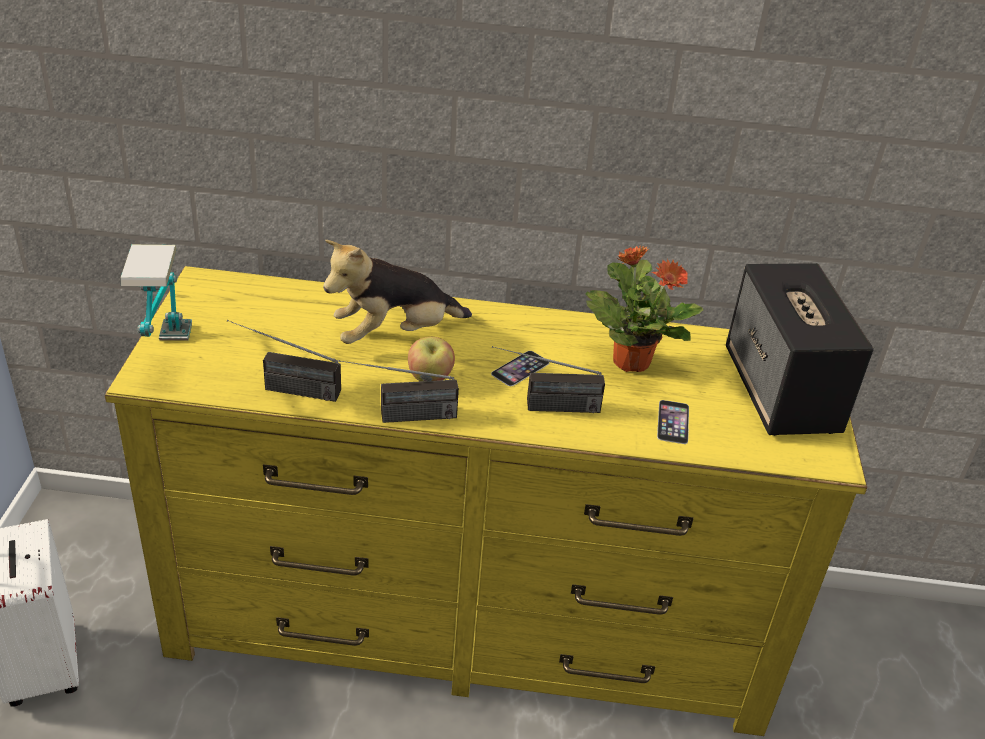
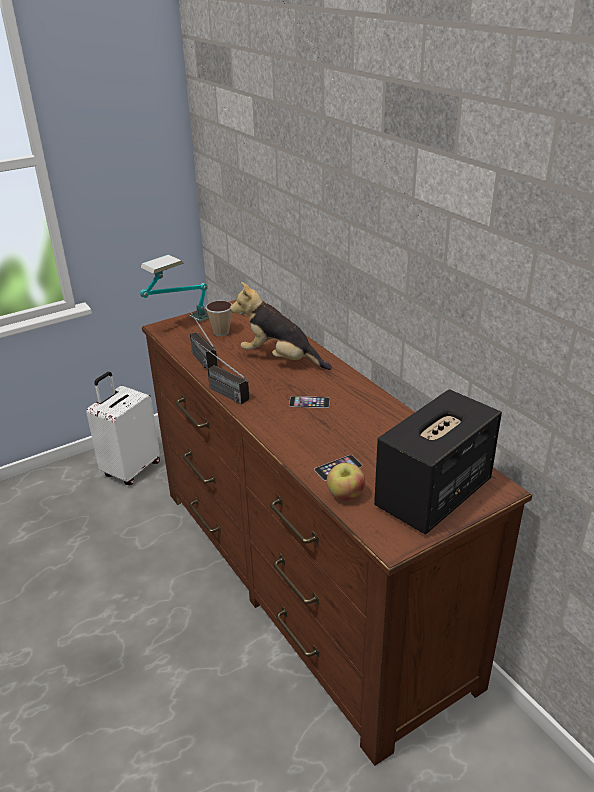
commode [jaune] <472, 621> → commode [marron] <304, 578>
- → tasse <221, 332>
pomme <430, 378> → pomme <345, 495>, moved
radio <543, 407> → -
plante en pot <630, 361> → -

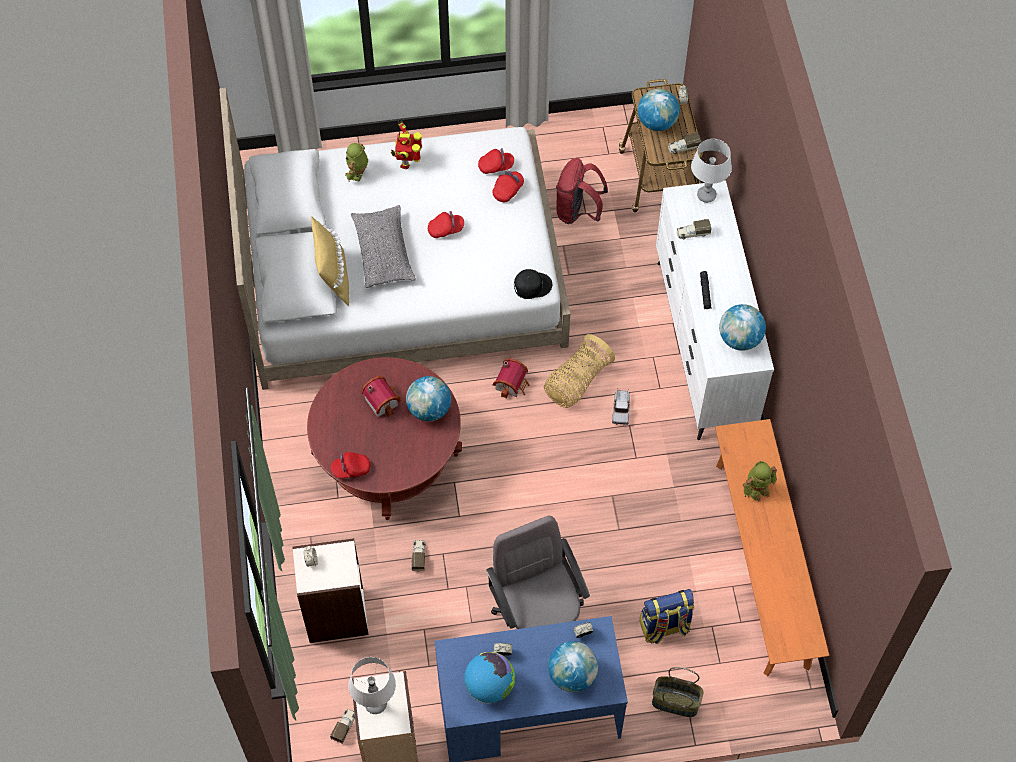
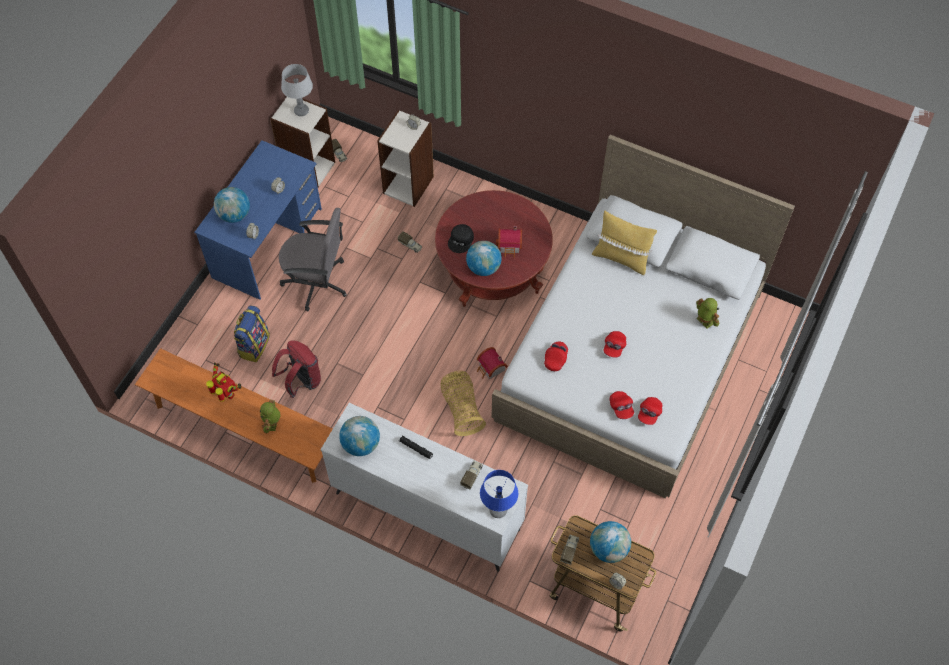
robot jouet <407, 162> → robot jouet <227, 395>, moved
sac à dos [rouge] <578, 211> → sac à dos [rouge] <301, 381>, moved
casquette [noir] <532, 285> → casquette [noir] <461, 240>, moved
lampe de table [gris] <706, 195> → lampe de table [bleu] <498, 510>
casquette [rouge] <351, 469> → casquette [rouge] <556, 359>, moved
coussin [gris] <383, 253> → -
globe <489, 686> → -
camion jouet <621, 409> → -
panier <675, 702> → -

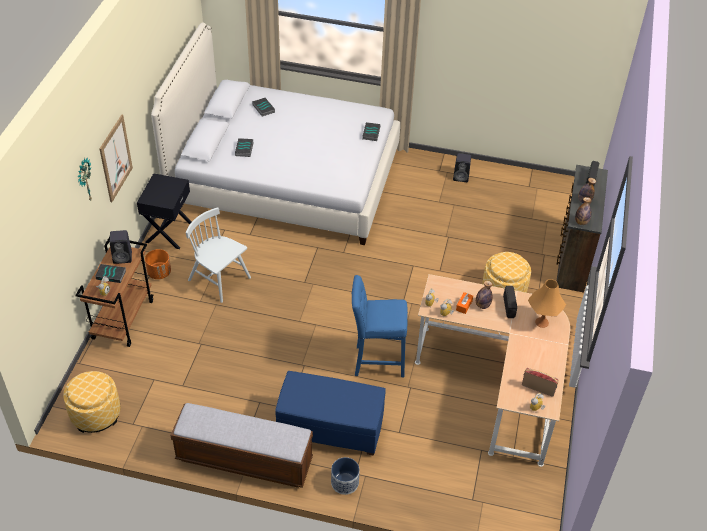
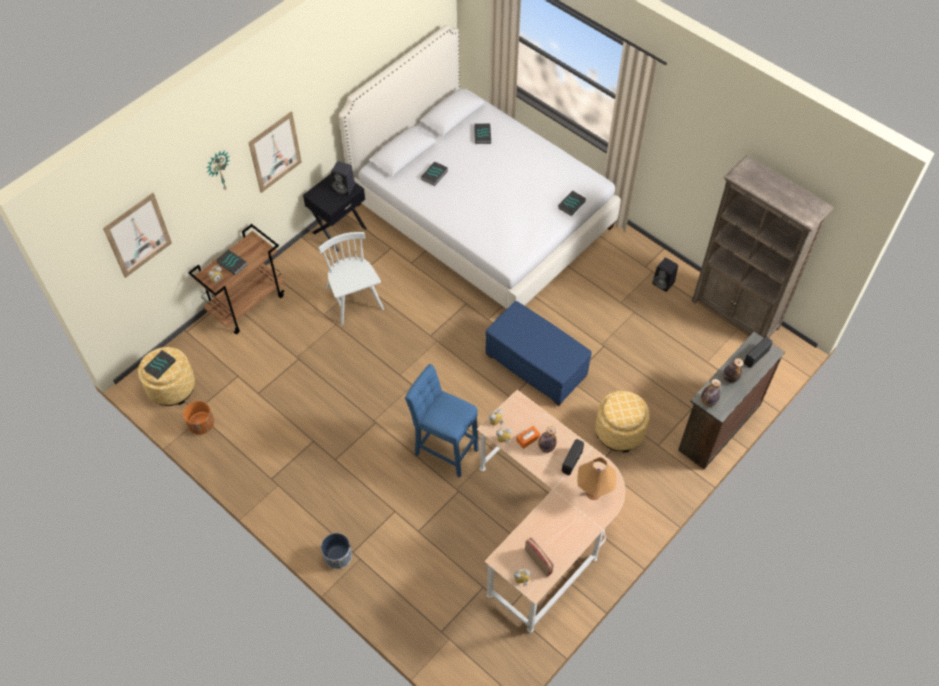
- → tableau <138, 235>
- → livre <160, 365>
cache-pot [orange] <159, 273> → cache-pot [orange] <202, 424>, moved
enceinte [noir] <123, 257> → enceinte [noir] <344, 188>, moved
pouf [bleu] <330, 427> → pouf [bleu] <535, 366>, moved
- → bibliothèque [marron] <735, 314>
banc <244, 459> → -

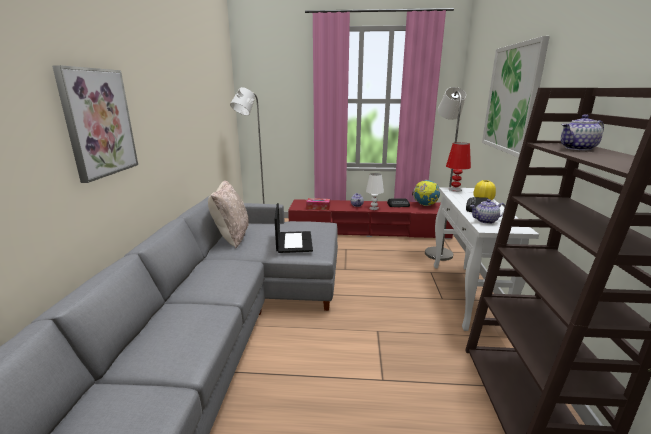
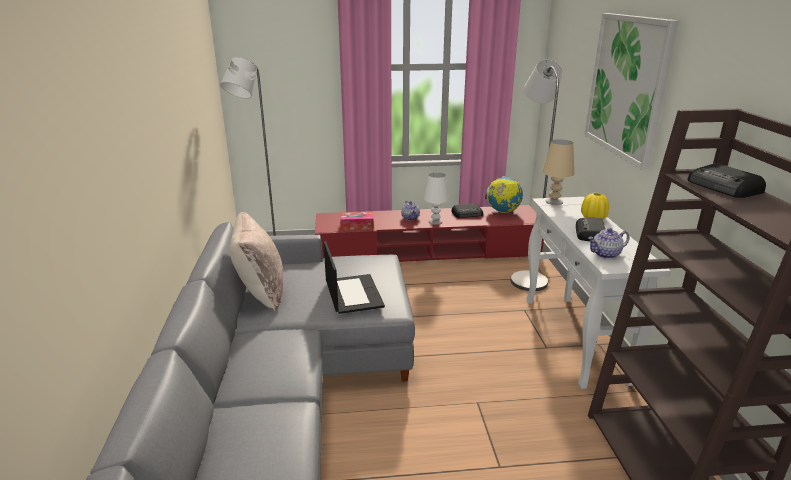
lampe de table [rouge] <455, 189> → lampe de table [beige] <554, 202>
théière <578, 148> → radio <724, 187>
tableau <98, 123> → -

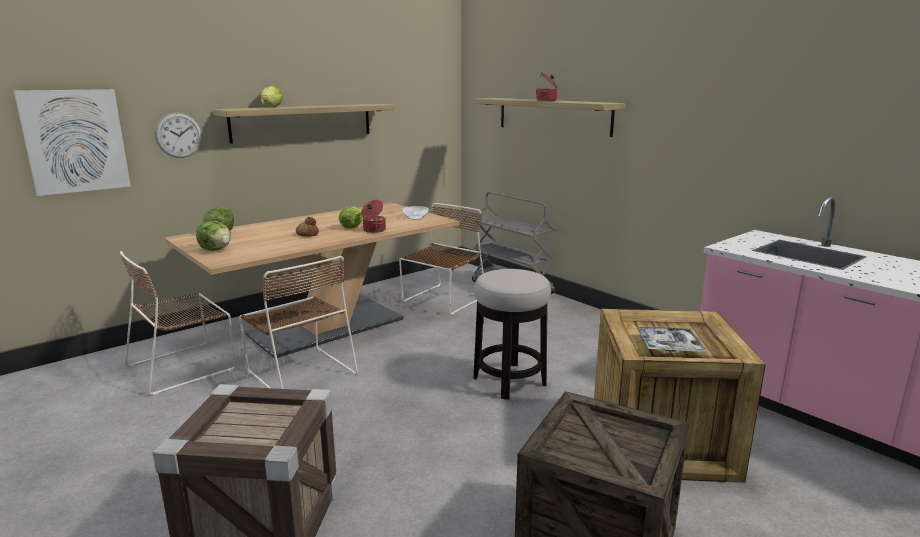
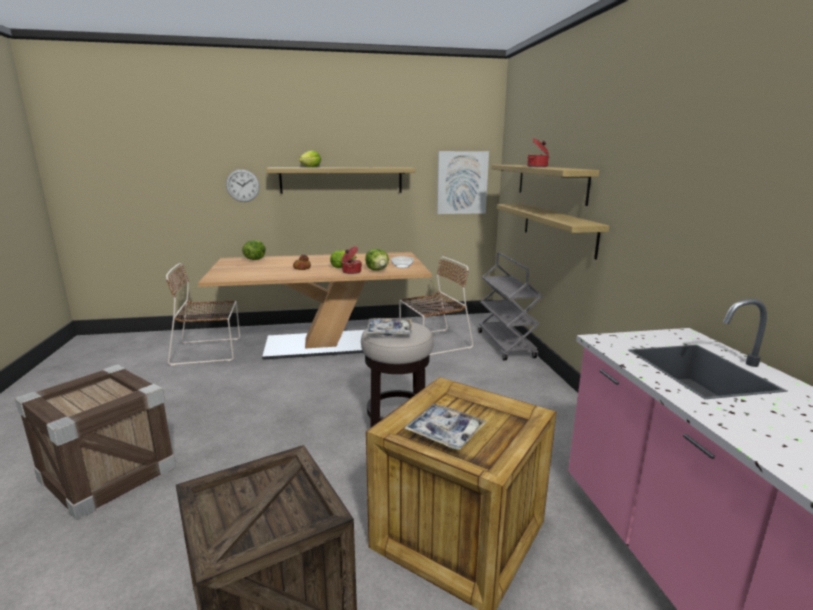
laitue <216, 249> → laitue <377, 270>, moved
- → plateau <389, 331>
tableau <75, 141> → tableau <462, 182>, moved
- → étagère <557, 228>
chaise [marron] <300, 371> → -

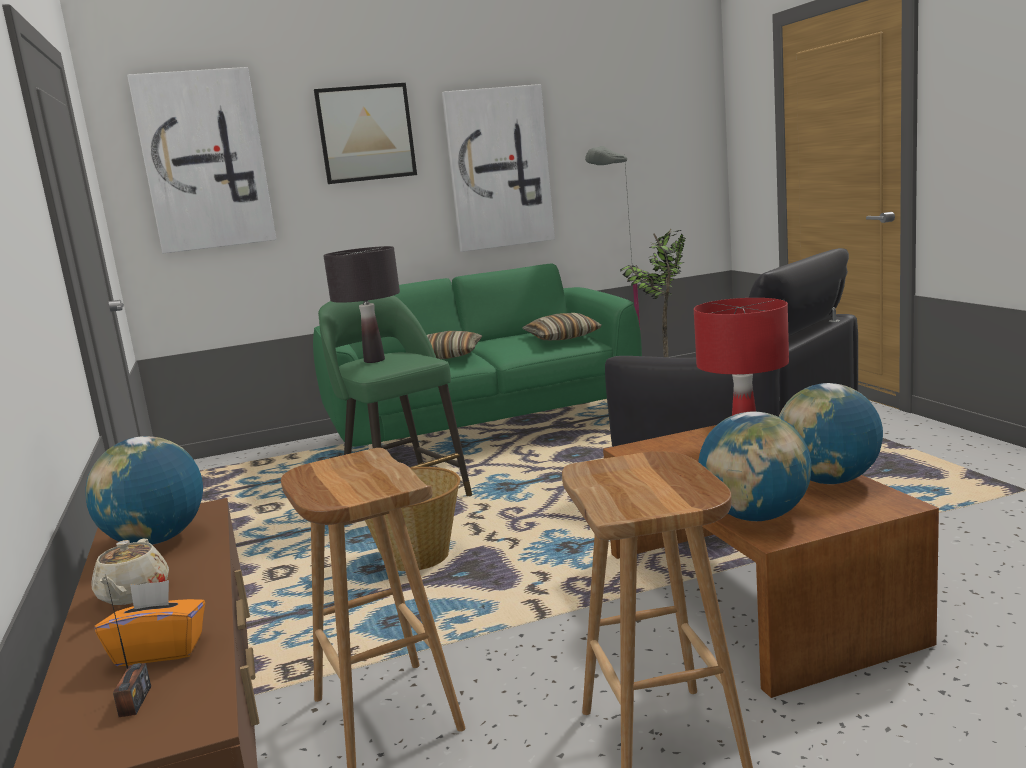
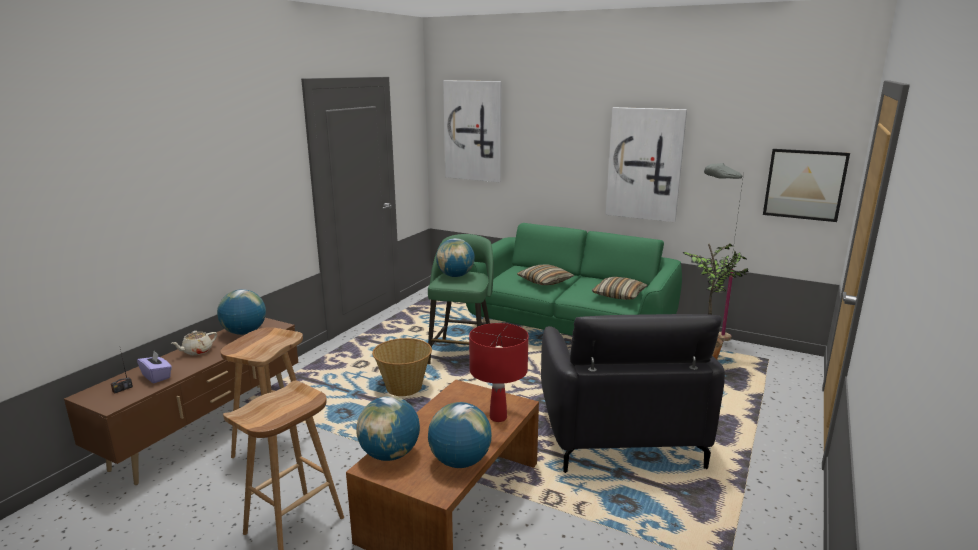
boîte à mouchoirs [orange] <160, 651> → boîte à mouchoirs [violet] <157, 376>
lampe de table [noir] <374, 360> → globe <455, 276>
tableau <366, 133> → tableau <804, 184>, moved

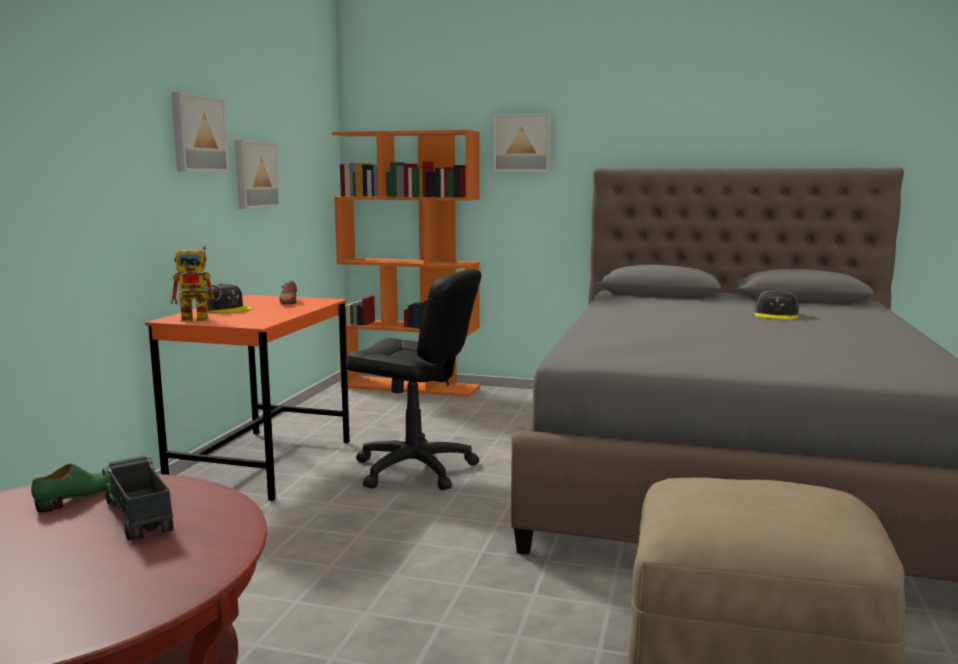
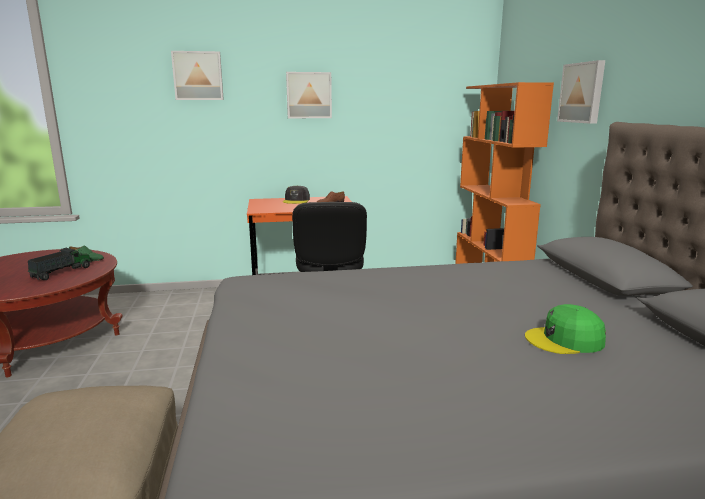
tableau <254, 174> → tableau <198, 76>, moved
casquette [gris] <776, 315> → casquette [vert] <565, 340>
robot jouet <201, 318> → -

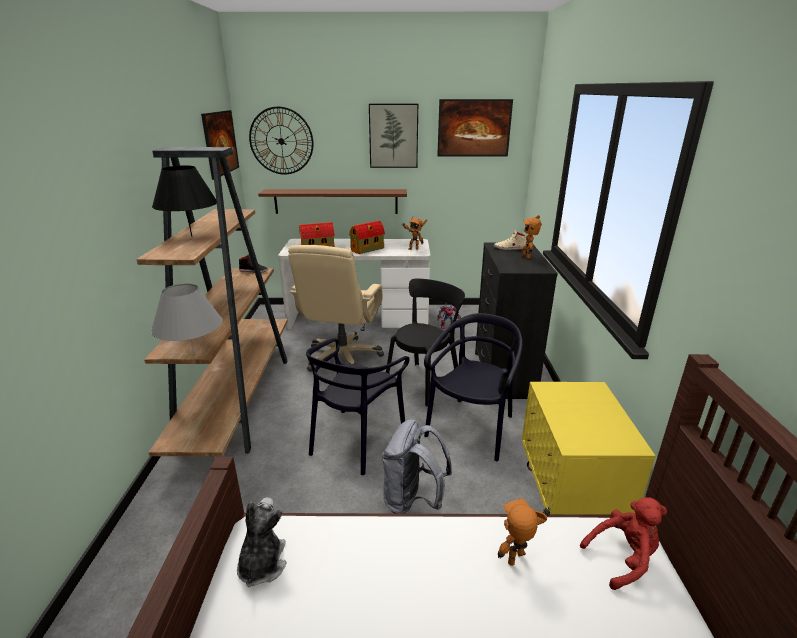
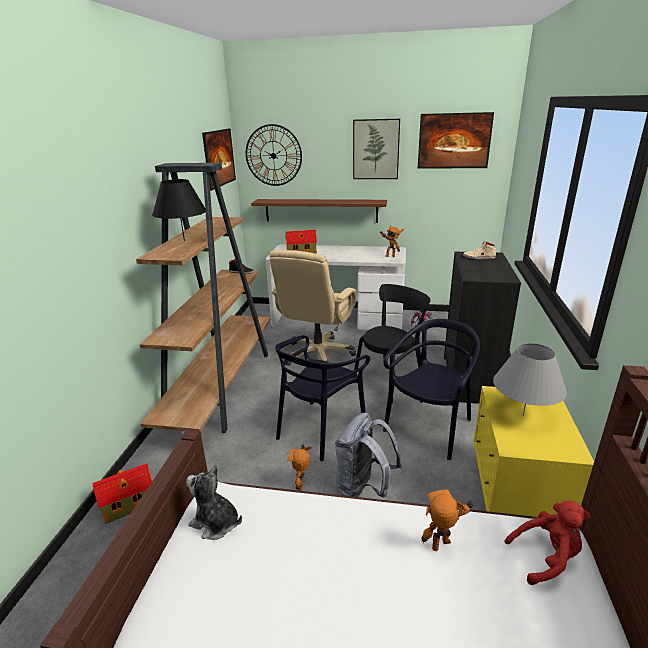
maison miniature <368, 249> → maison miniature <131, 505>, moved
peluche <262, 564> → peluche <215, 523>, 75 degrees counterclockwise
robot jouet <527, 257> → robot jouet <302, 485>, moved
lampe de table [gris] <194, 356> → lampe de table [gris] <523, 415>, moved

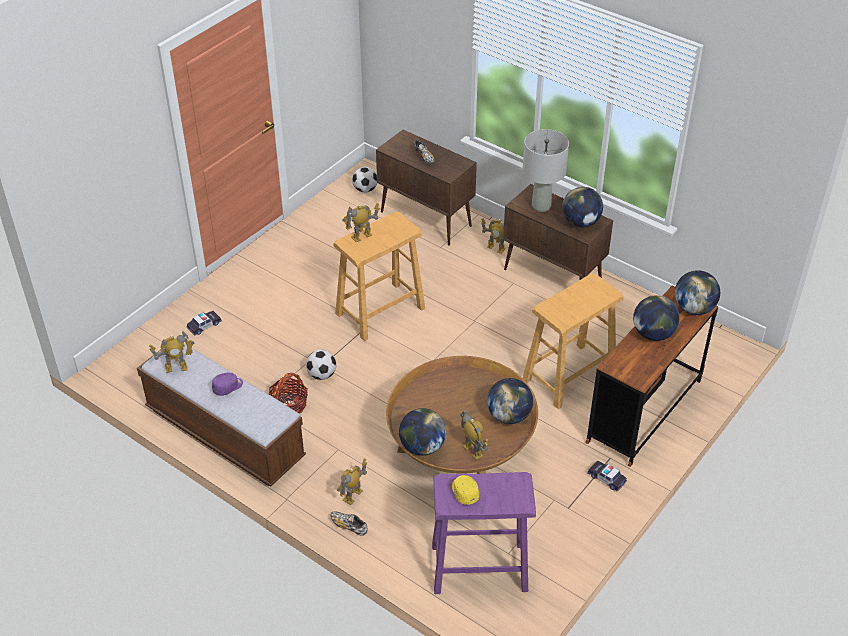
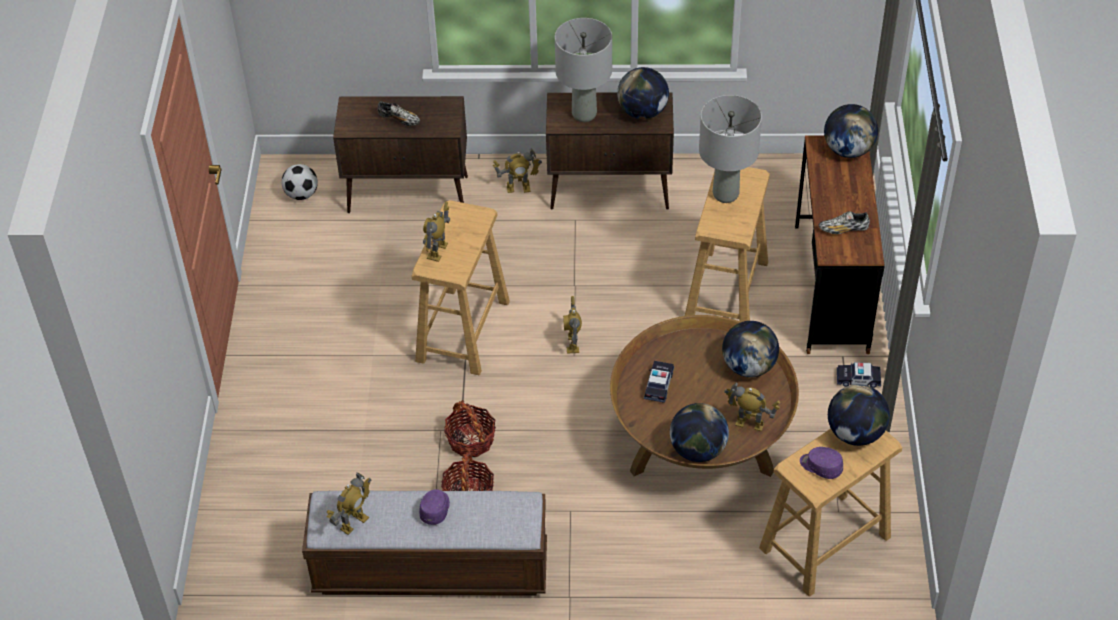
ballon de foot <321, 375> → panier <470, 440>
robot jouet <353, 496> → robot jouet <573, 343>, moved
petite voiture <204, 325> → petite voiture <659, 385>, moved
- → lampe de table [gris] <726, 194>
tabouret [violet] <478, 567> → tabouret [beige] <824, 543>
casquette [jaune] <464, 492> → casquette [violet] <820, 466>
chaussure <348, 526> → chaussure <843, 229>, moved
globe <653, 334> → globe <855, 433>, moved

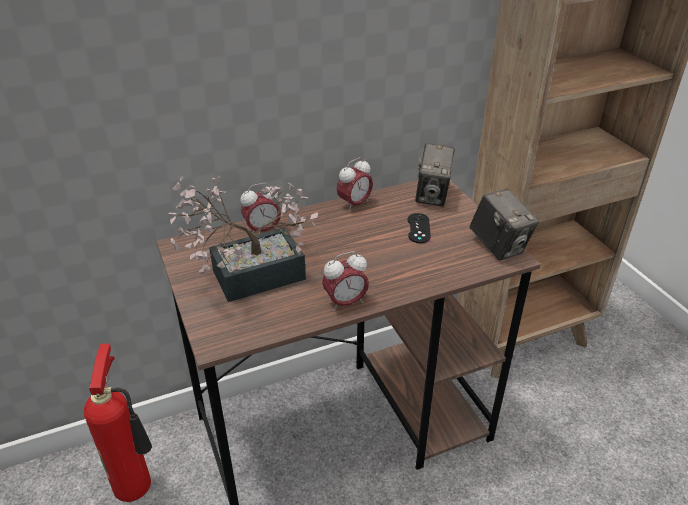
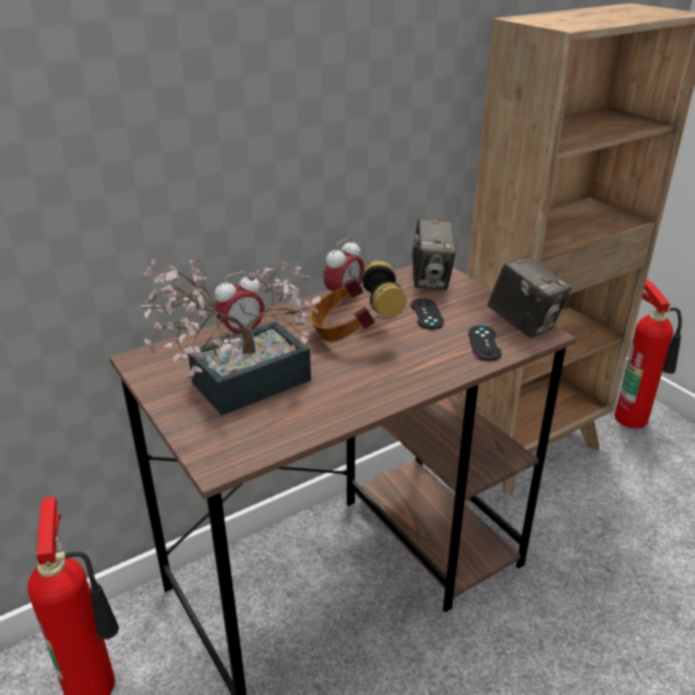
- → casque audio <354, 332>
- → manette [noir] <484, 343>
- → extincteur <632, 416>
réveil <345, 303> → -

